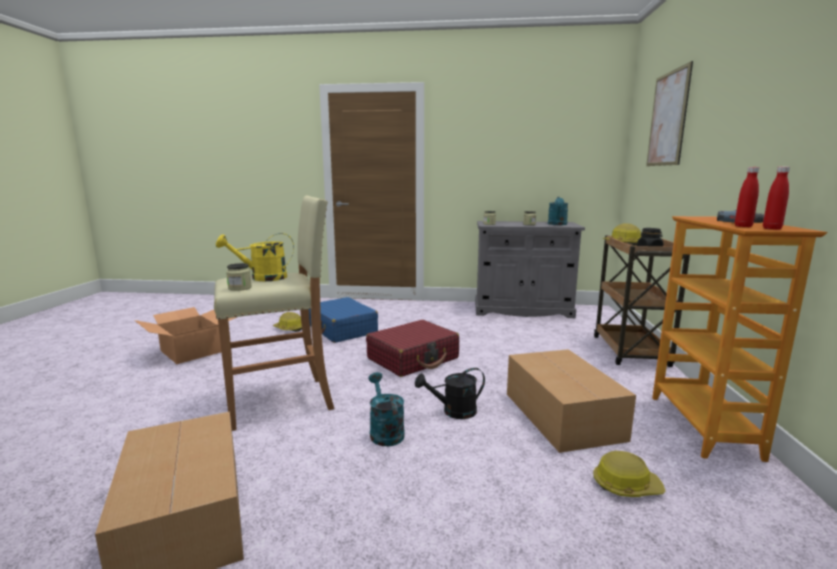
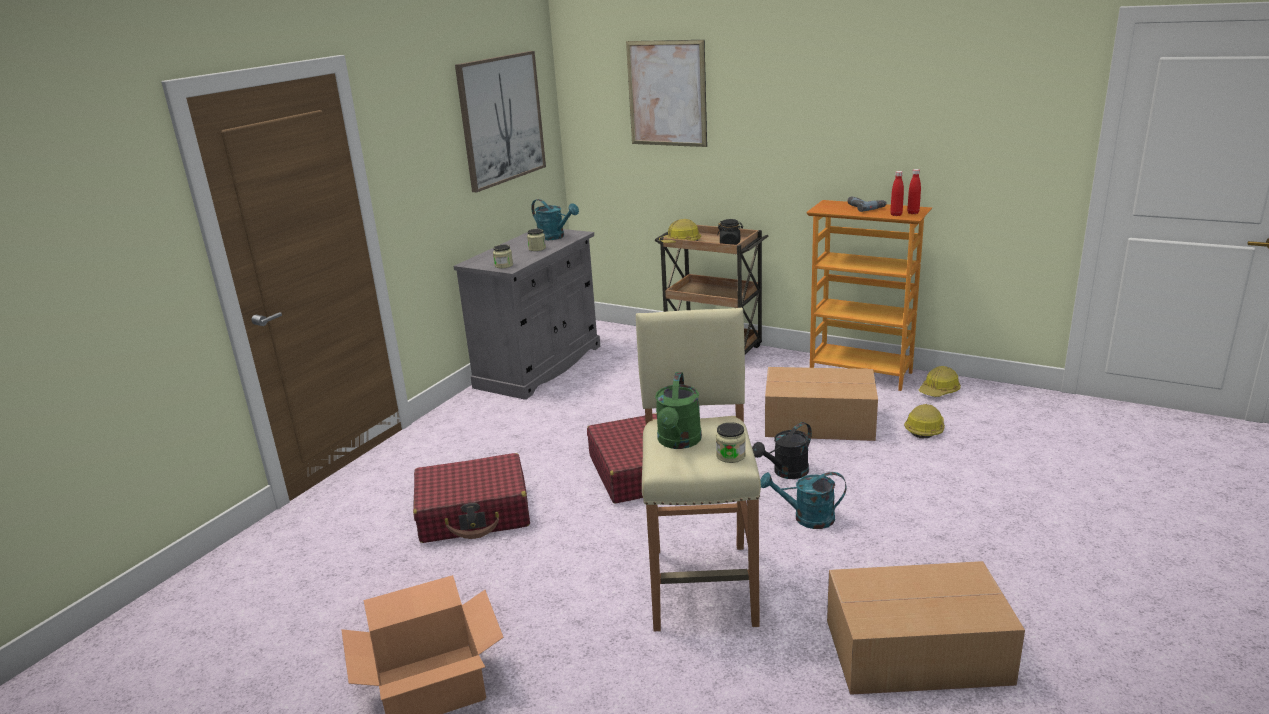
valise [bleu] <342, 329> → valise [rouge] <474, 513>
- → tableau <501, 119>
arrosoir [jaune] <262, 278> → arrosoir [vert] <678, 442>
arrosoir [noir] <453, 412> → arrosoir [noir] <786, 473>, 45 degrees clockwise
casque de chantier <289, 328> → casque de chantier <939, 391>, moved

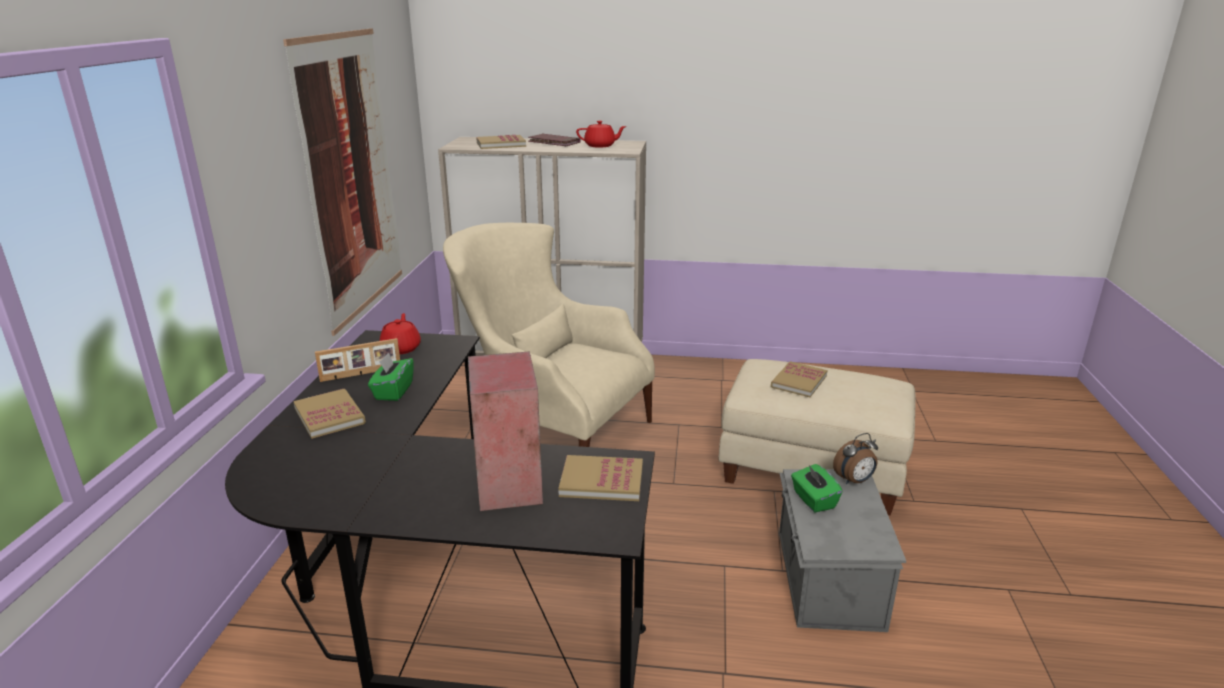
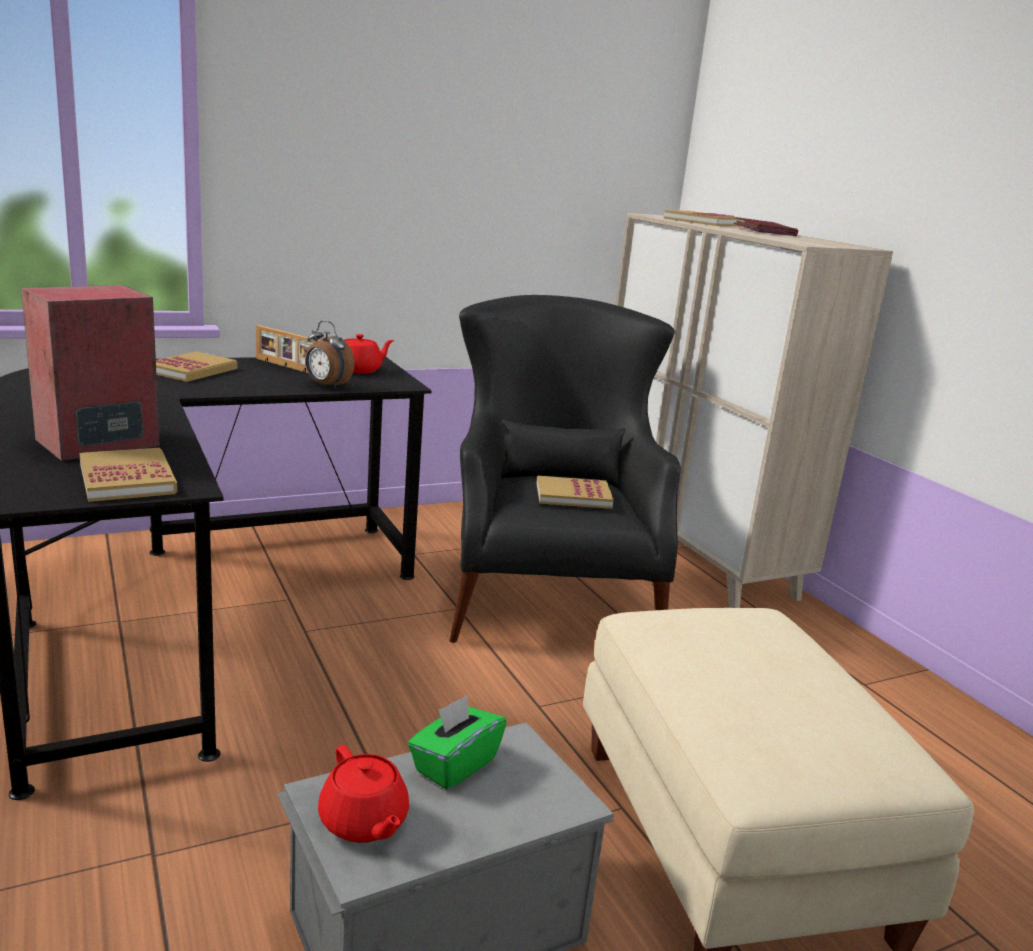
réveil <854, 481> → réveil <326, 386>, moved
théière [rouge] <600, 146> → théière [rouge] <363, 822>, moved
fauteuil [beige] <550, 432> → fauteuil [noir] <546, 589>
livre <799, 381> → livre <573, 496>, moved
tableau <351, 177> → -
boîte à mouchoirs [vert] <393, 391> → -

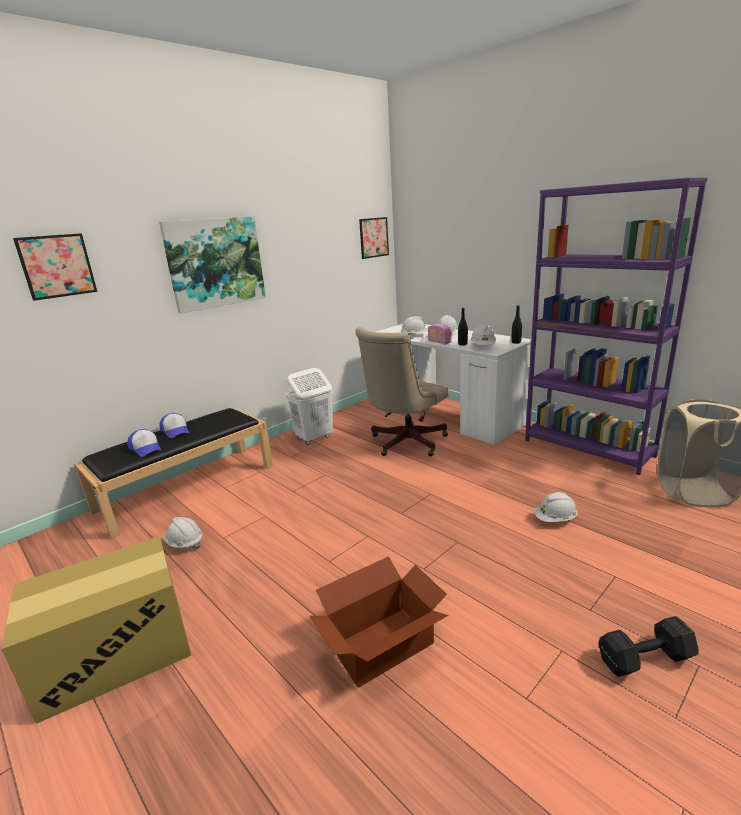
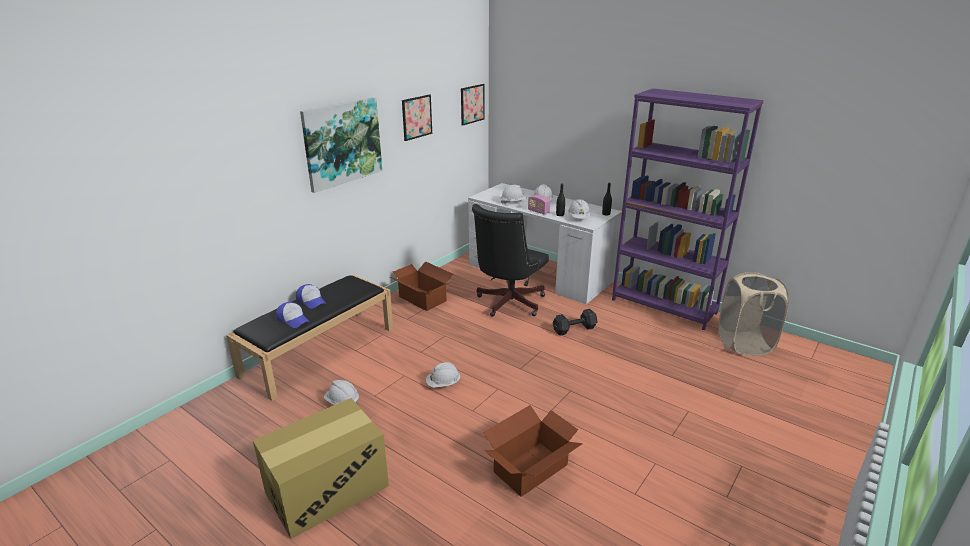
panier à linge [blanc] <314, 438> → carton <422, 299>
tableau <57, 266> → tableau <416, 117>, moved
casque de chantier [blanc] <555, 519> → casque de chantier [blanc] <443, 384>, moved
chaise de bureau [beige] <404, 443> → chaise de bureau [noir] <508, 304>
haltère [noir] <647, 659> → haltère [noir] <575, 329>, moved

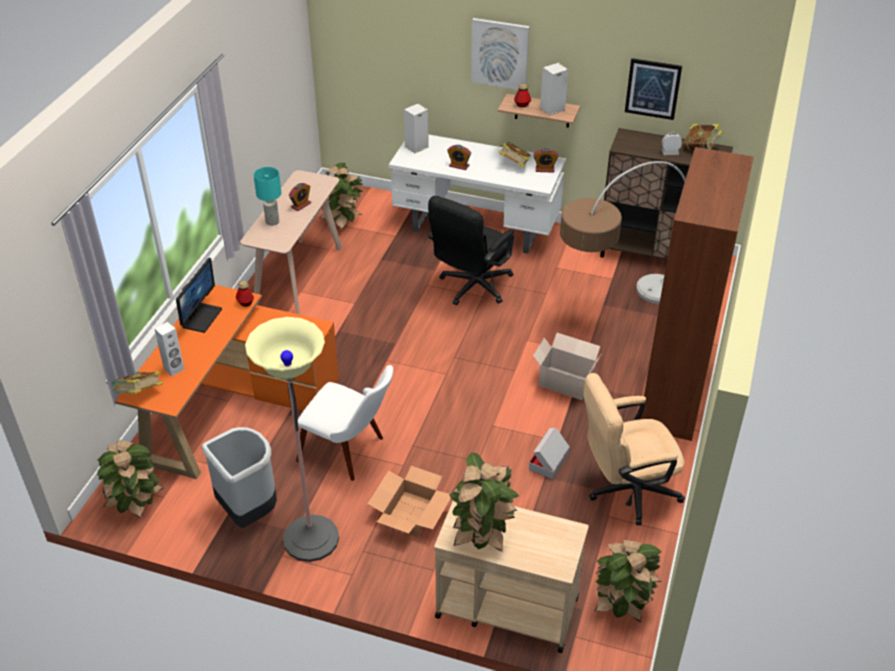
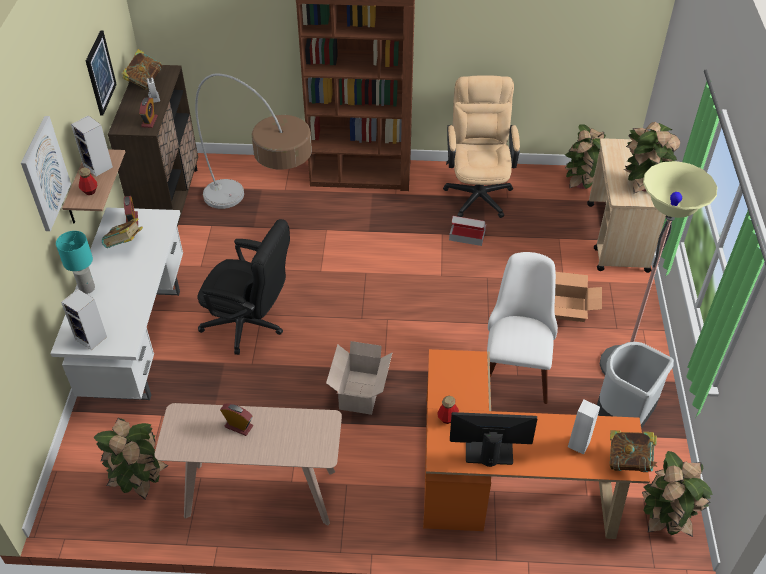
lampe de table [turquoise] <272, 221> → lampe de table [turquoise] <87, 288>, moved
réveil <459, 166> → réveil <149, 121>, moved
carton <564, 382> → carton <359, 393>, moved
chaise de bureau [beige] <625, 491> → chaise de bureau [beige] <478, 191>, 150 degrees counterclockwise

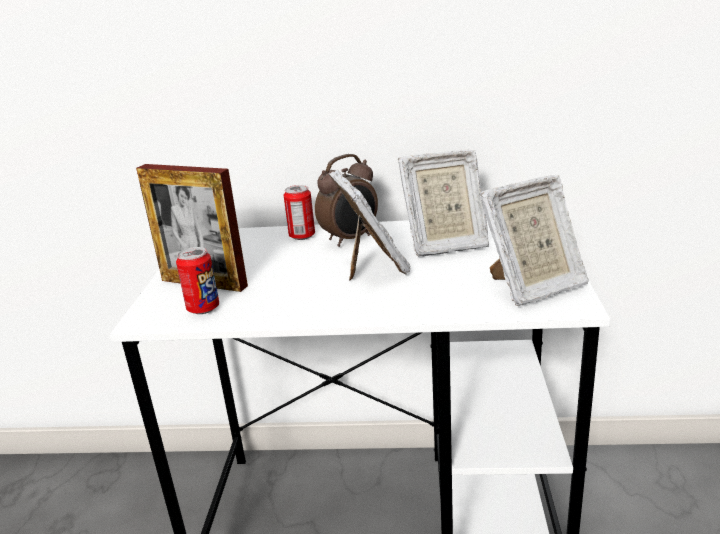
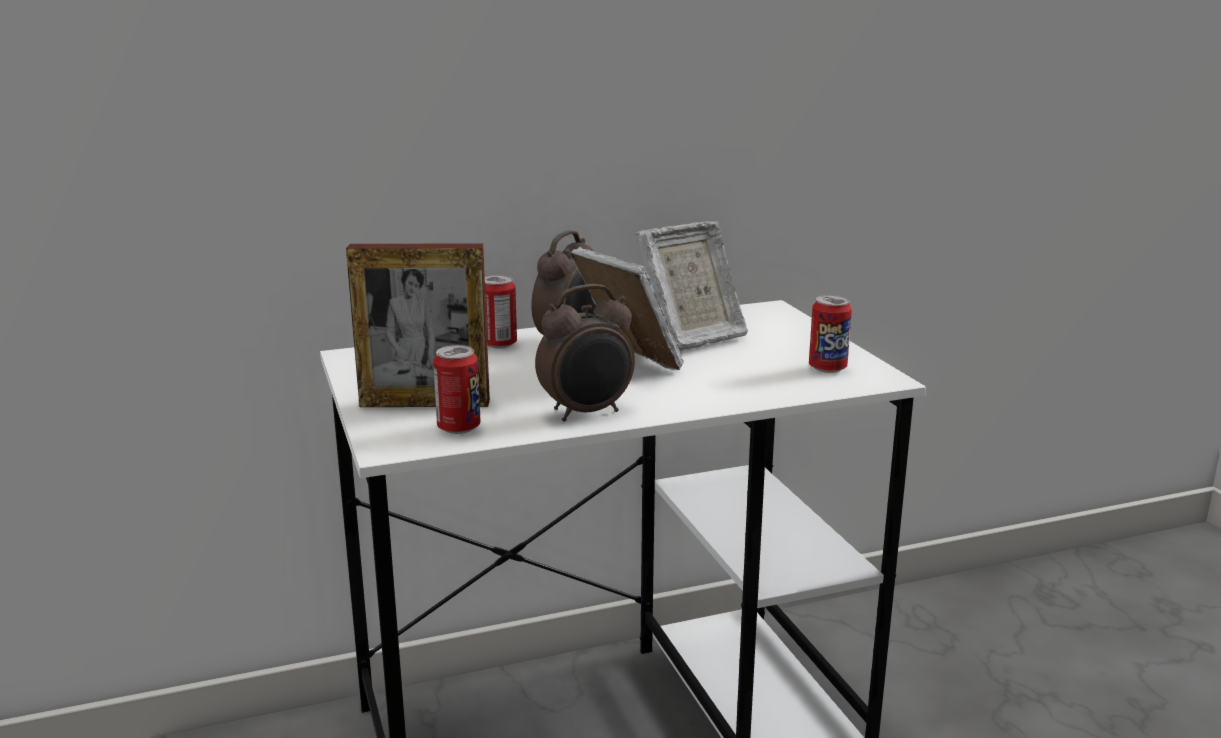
- → réveil <587, 413>
cadre photo <532, 287> → boîte métallique <827, 368>

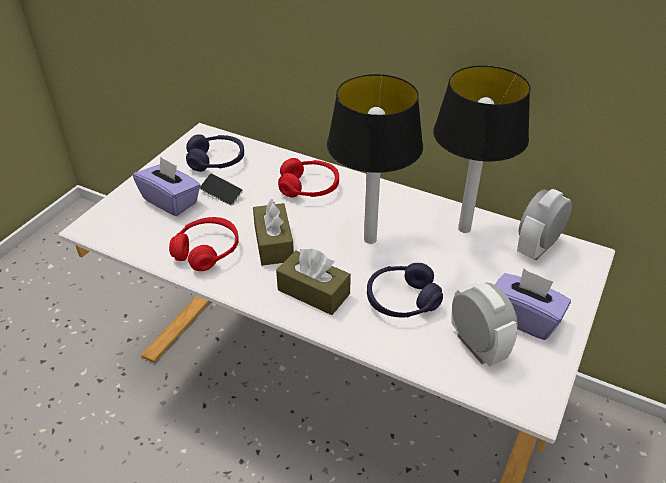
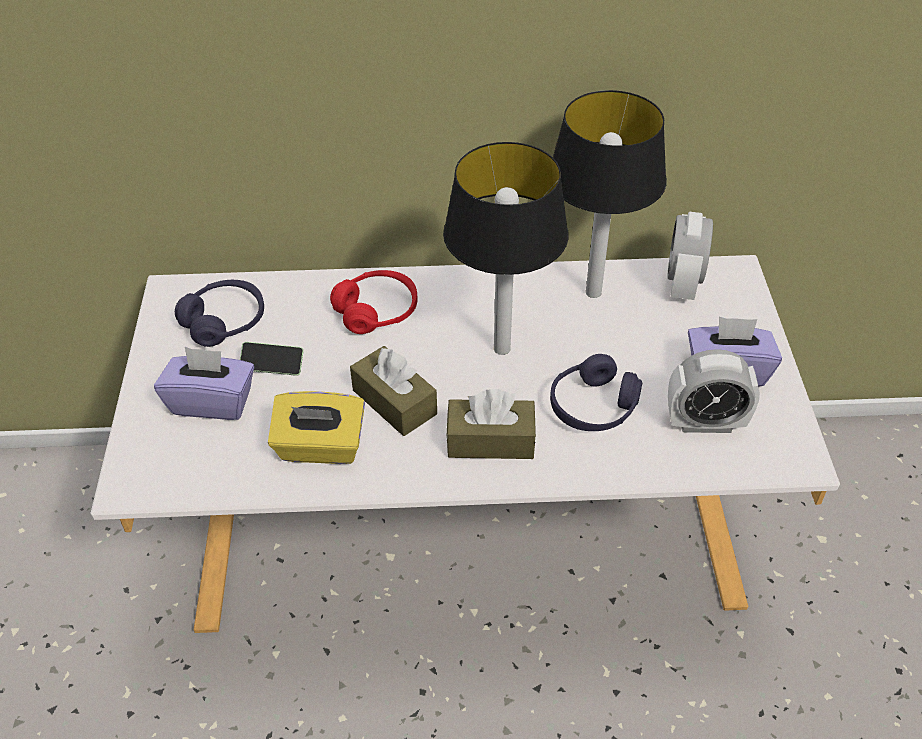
casque audio [rouge] <207, 251> → boîte à mouchoirs [jaune] <320, 447>
réveil <477, 346> → réveil <705, 423>, 150 degrees clockwise

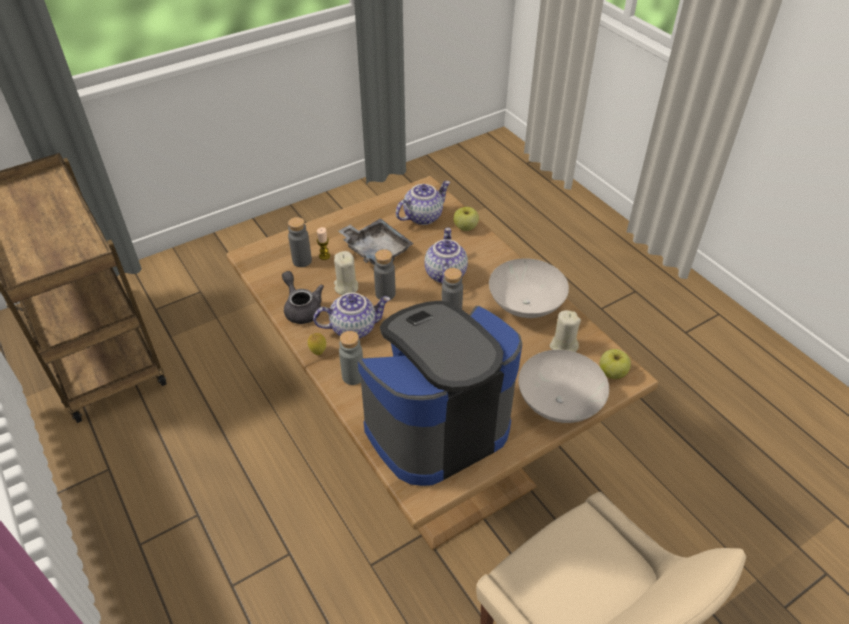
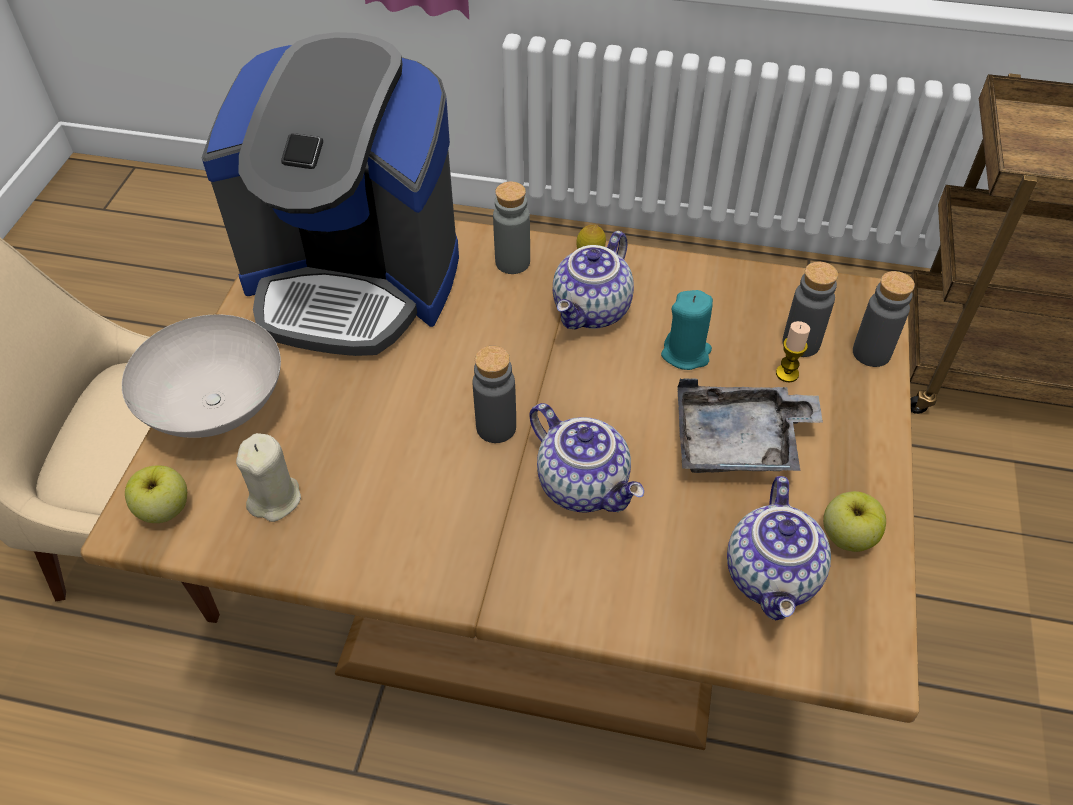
machine à café <435, 425> → machine à café <354, 280>, 90 degrees clockwise
bougie [beige] <346, 287> → bougie [turquoise] <686, 353>
pomme <465, 228> → pomme <847, 536>, moved
bouteille [gris] <385, 294> → bouteille [gris] <871, 353>, moved
théière [gris] <301, 308> → -
bol [blanc] <526, 305> → -

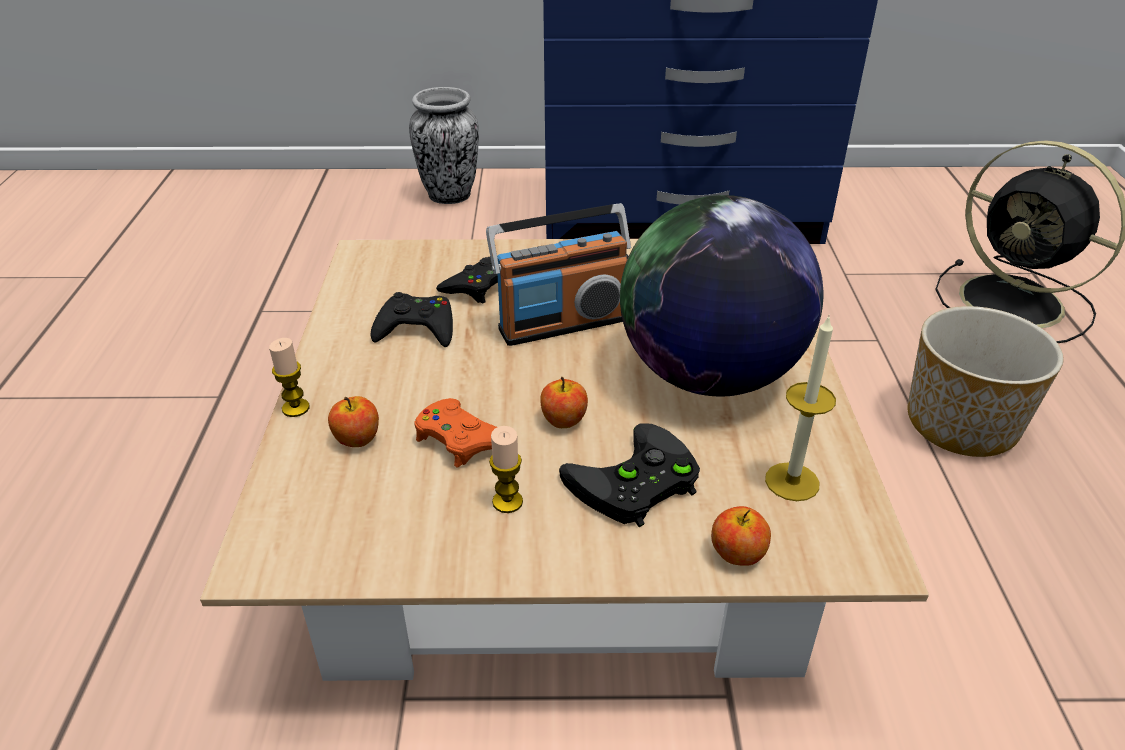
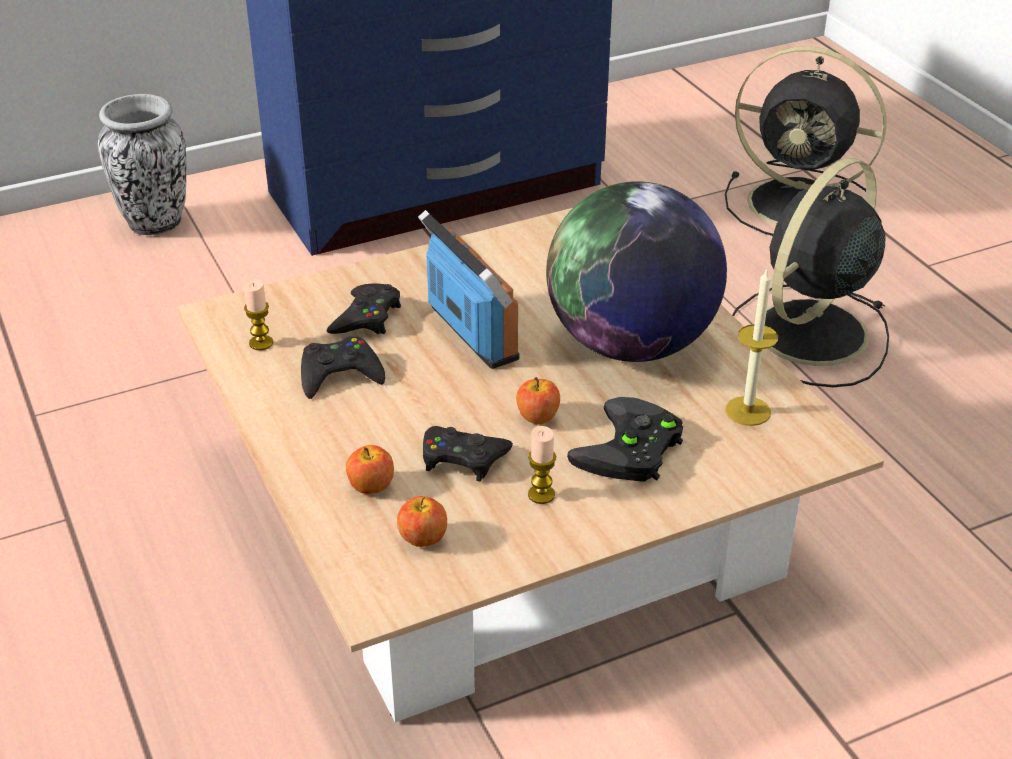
bougie <295, 408> → bougie <261, 343>, moved
pomme <737, 554> → pomme <422, 538>, moved
radio <562, 323> → radio <472, 333>, 75 degrees counterclockwise
manette [orange] <461, 439> → manette [noir] <463, 458>
cache-pot <961, 426> → ventilateur [noir] <808, 335>

